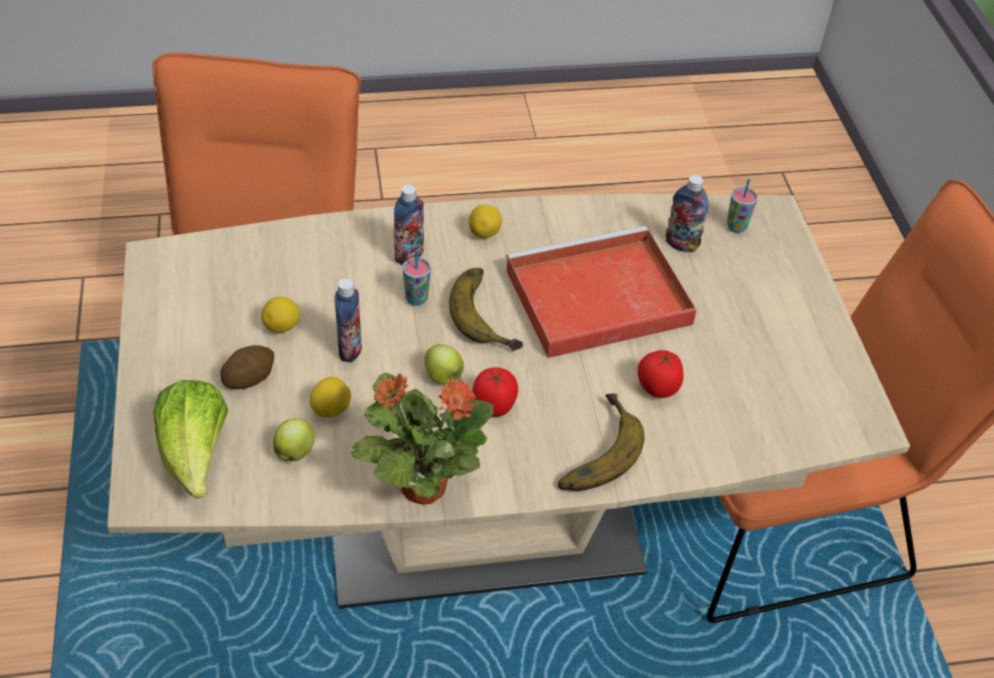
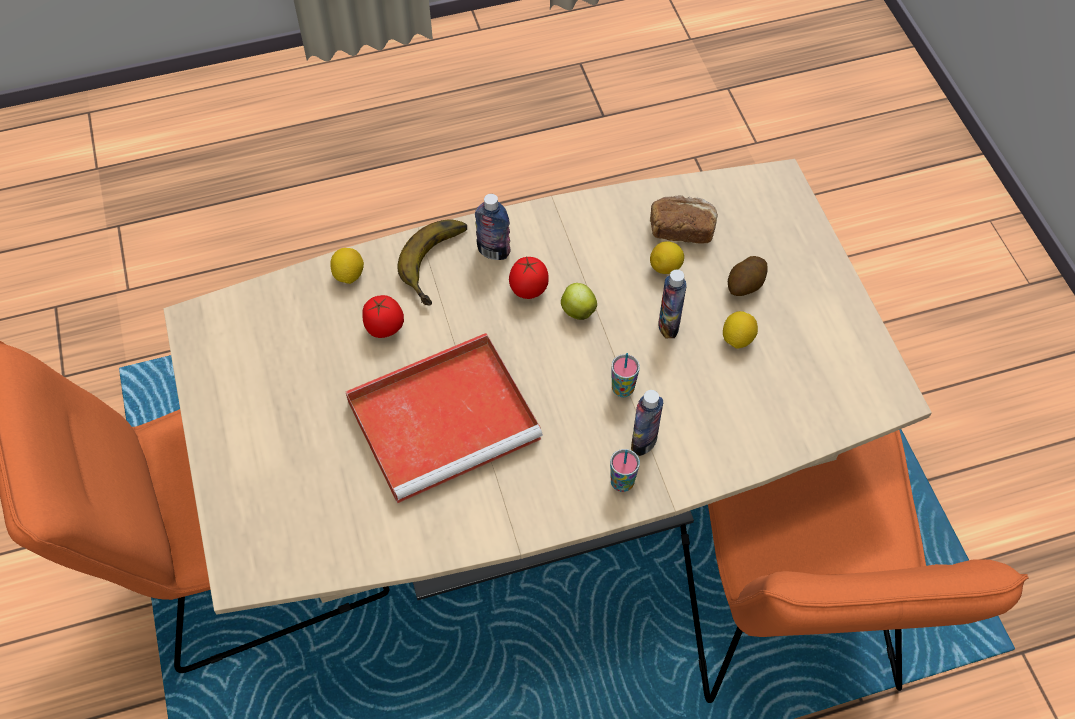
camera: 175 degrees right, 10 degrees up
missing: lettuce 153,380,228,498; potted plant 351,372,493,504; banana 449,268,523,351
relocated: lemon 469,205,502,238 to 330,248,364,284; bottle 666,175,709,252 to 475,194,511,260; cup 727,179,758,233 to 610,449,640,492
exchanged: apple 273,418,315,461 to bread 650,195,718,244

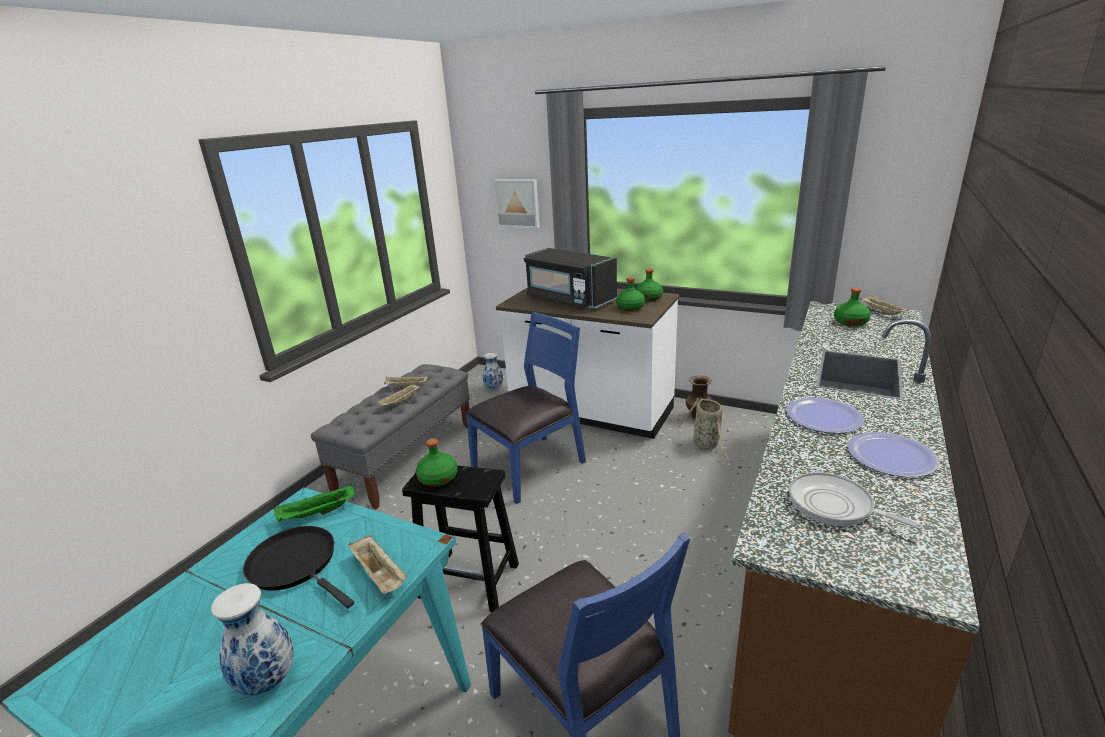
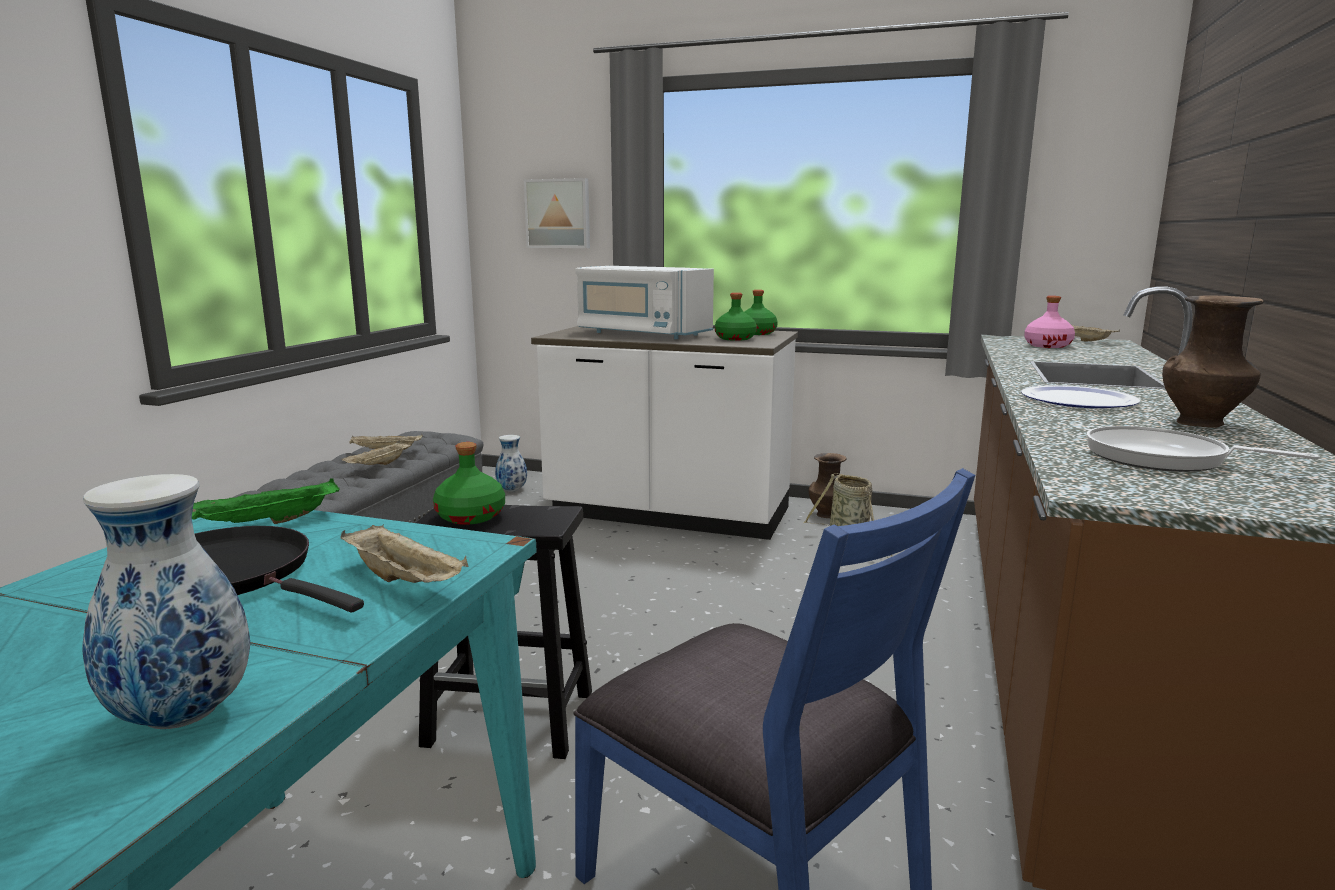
camera: 10 degrees left, 10 degrees down
missing: blue chair 466,312,586,504
exchanged: plate 847,432,940,477 to brown vase 1162,296,1264,428
colour: black microwave 524,248,617,309 to white microwave 575,266,714,339; green bottle 834,288,871,326 to pink bottle 1024,296,1075,348

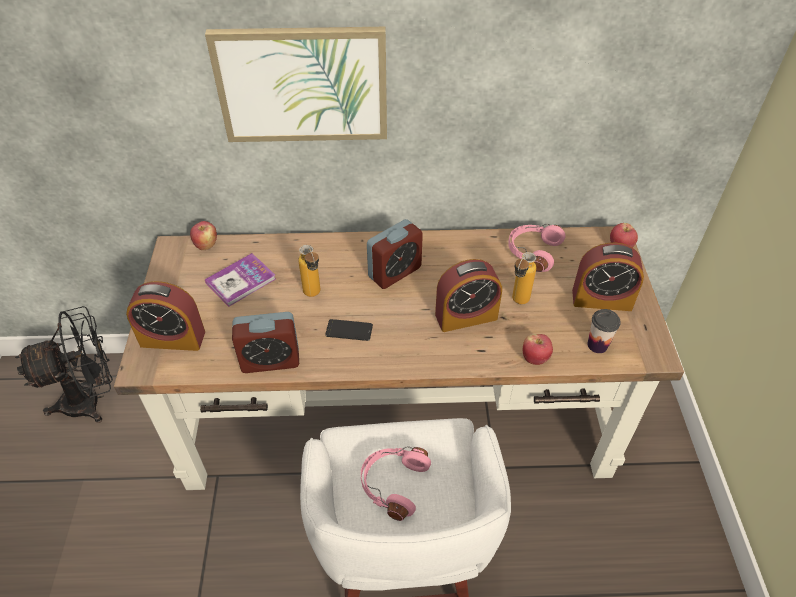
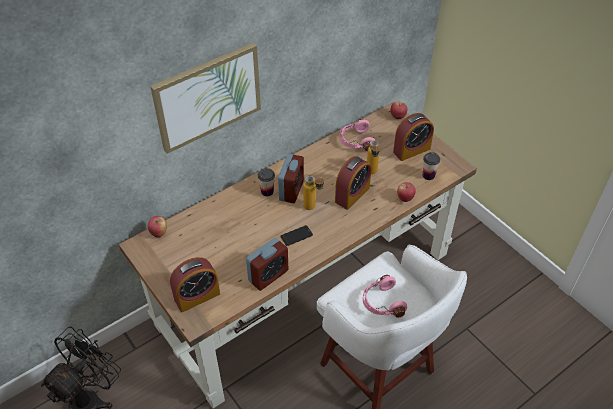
camera: 35 degrees left, 0 degrees up
missing: book 205,253,276,307
appeared: cup 258,168,275,196
relocated: bottle 298,245,320,297 to 303,176,324,210

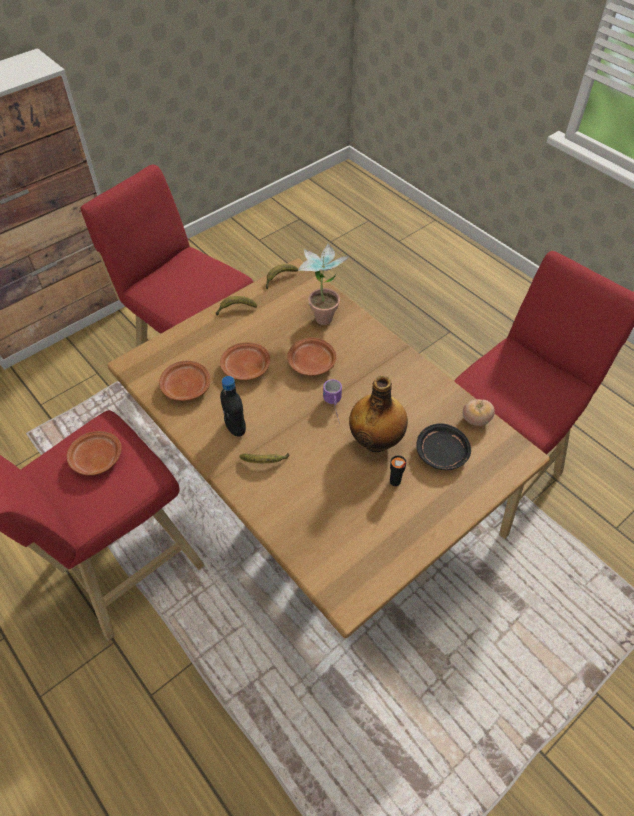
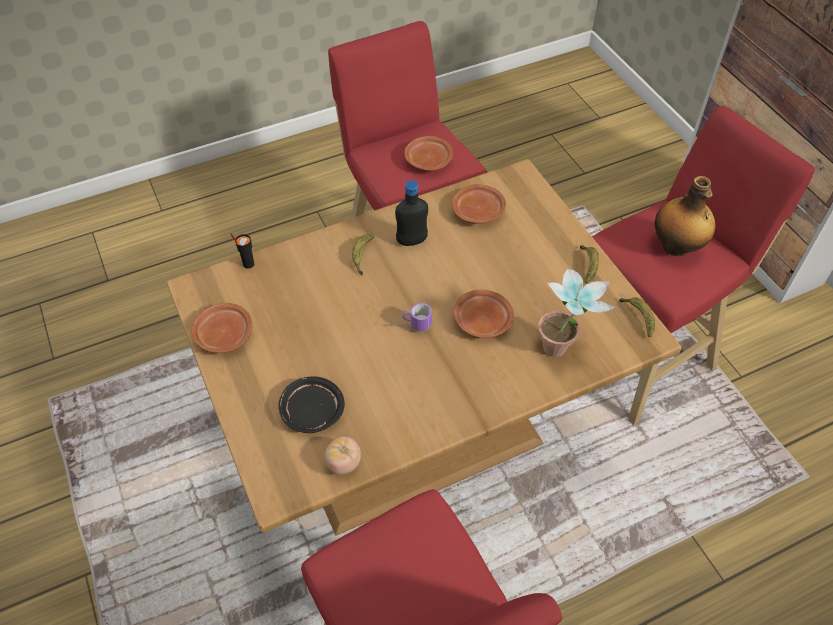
camera: 105 degrees right, 0 degrees up
relocated: brown plate 220,342,270,380 to 191,303,252,353; bottle 349,376,408,452 to 655,176,715,256; black cup 390,455,407,486 to 230,234,254,269

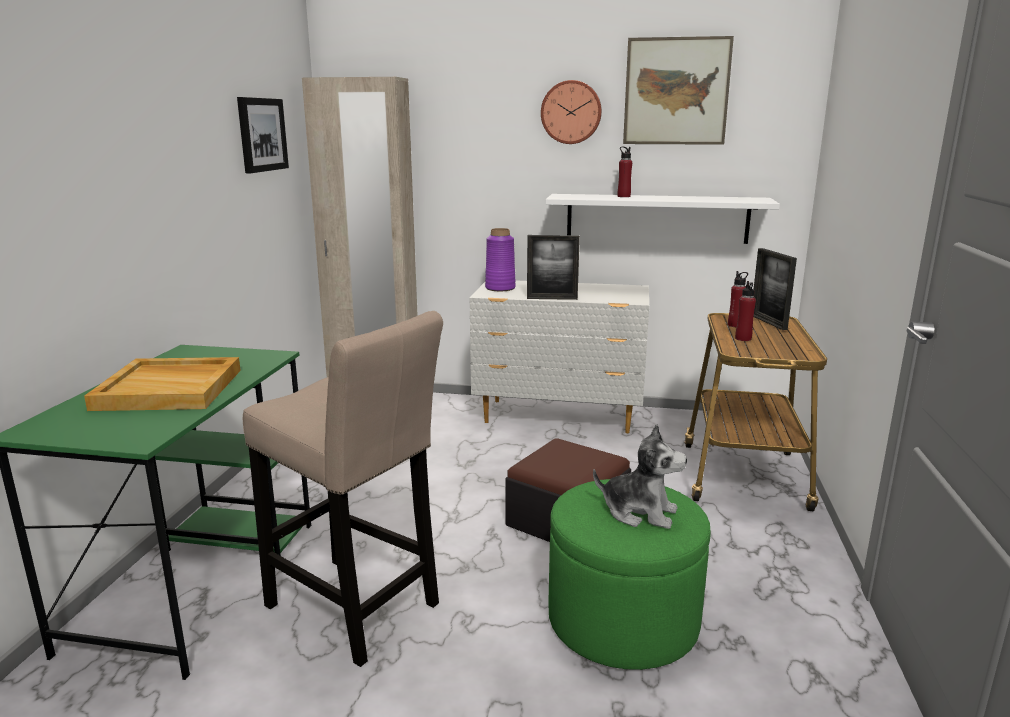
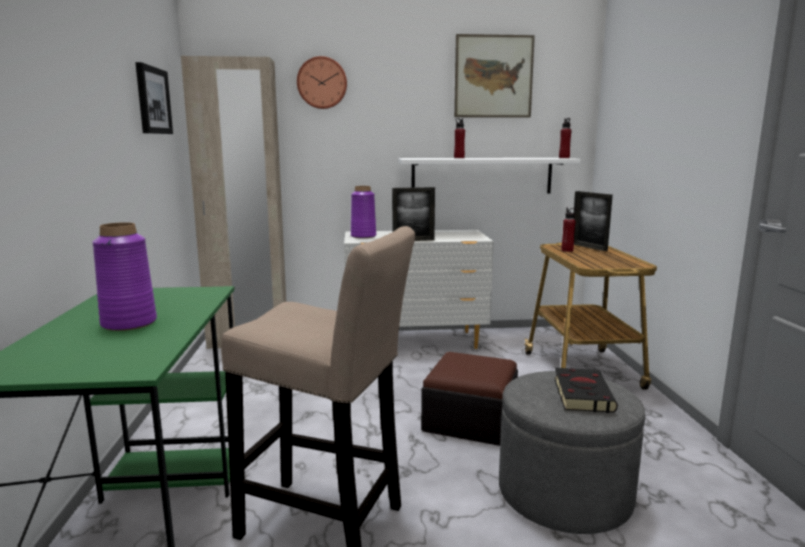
camera: 15 degrees left, 5 degrees down
relocated: wall clock 541,80,602,144 to 297,56,347,109; red bottle 735,281,756,341 to 559,118,571,158
exchanged: beige tray 84,357,241,411 to purple vase 92,222,157,331; plush toy 593,424,687,529 to black book 554,368,618,413
colour: green ottoman 549,479,711,670 to grey ottoman 499,371,645,534

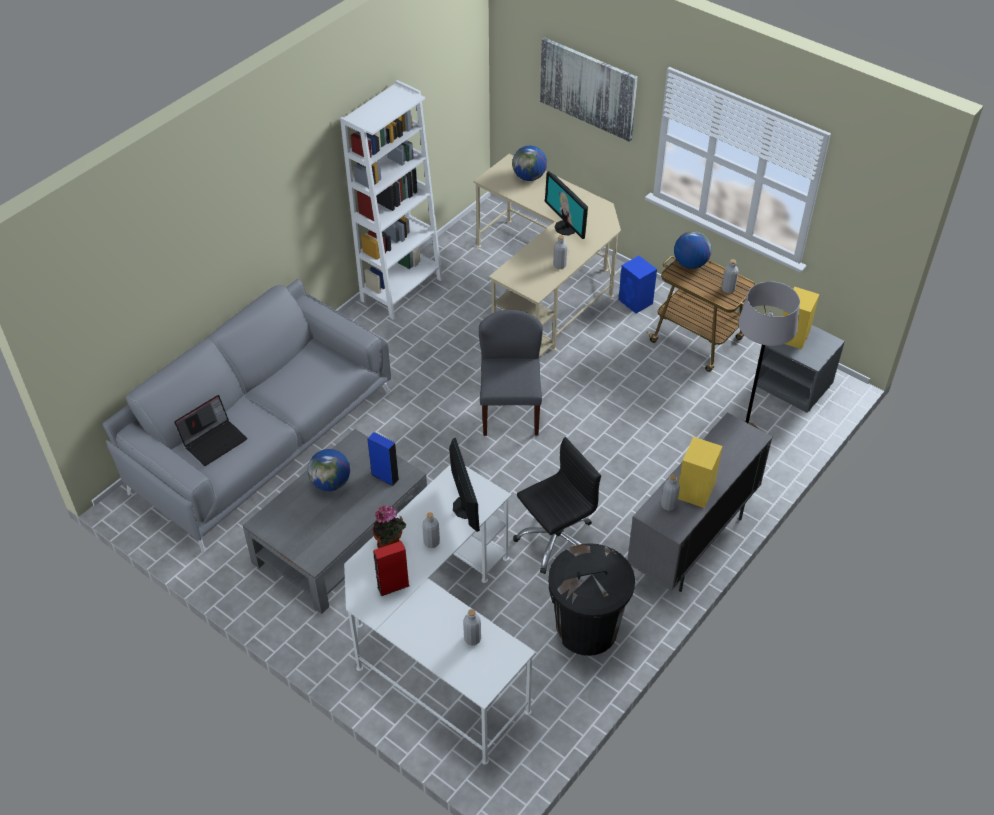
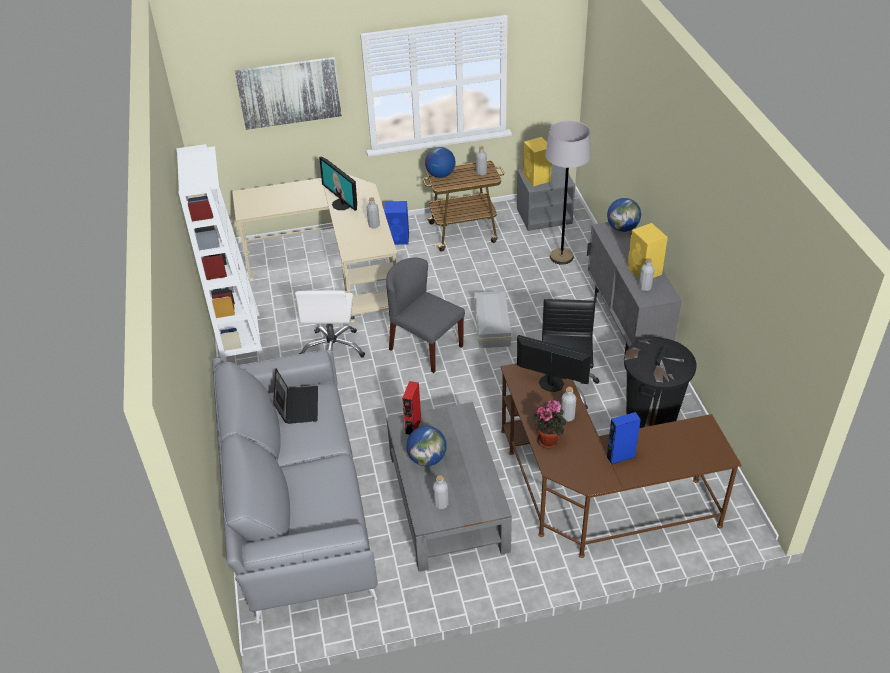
camera: 50 degrees left, 5 degrees down
appeared: white office chair 295,290,365,358; white storage box 474,291,512,348
relocated: laptop 174,395,247,466 to 273,369,318,424; blue speaker 367,432,399,486 to 606,412,641,465; red speaker 373,541,410,596 to 402,381,421,435; grey bottle 463,609,481,646 to 433,475,448,509; globe 512,146,547,181 to 607,198,641,232
colour: white desk 344,464,536,765 to brown desk 500,363,741,558
spun: monitor 545,171,588,239 = 319,156,357,211 45 degrees clockwise

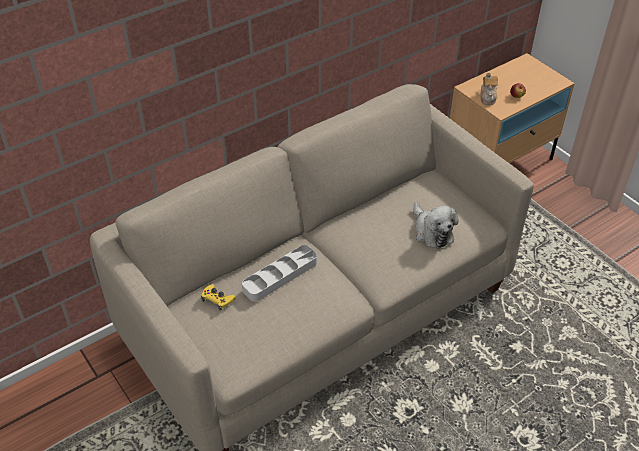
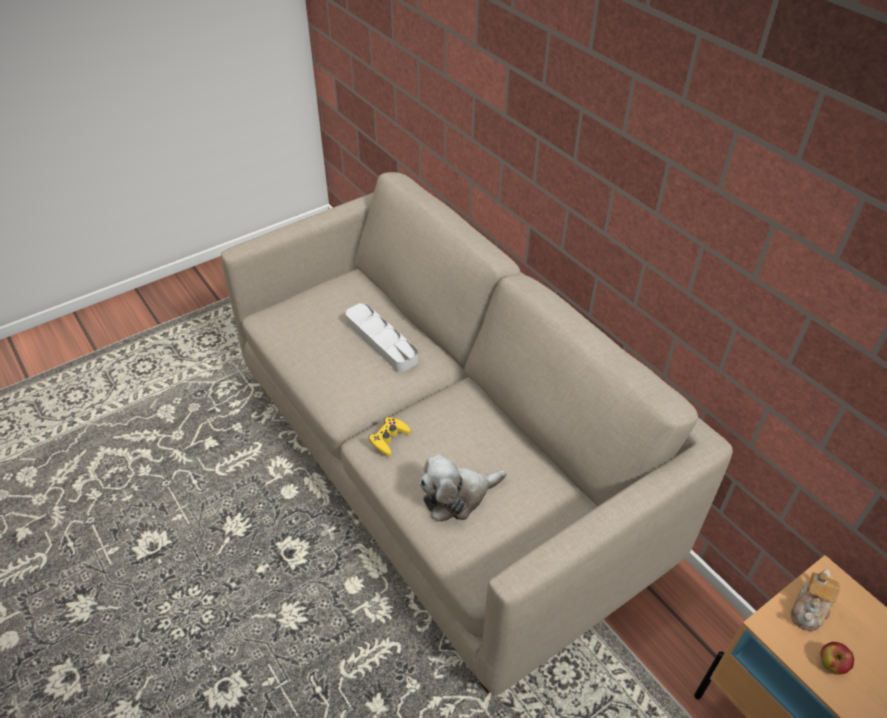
camera: 90 degrees right, 0 degrees up
relocated: yellow game controller 201,284,235,311 to 368,417,411,456
spun: teapot 480,72,498,105 = 791,569,841,631 60 degrees counterclockwise

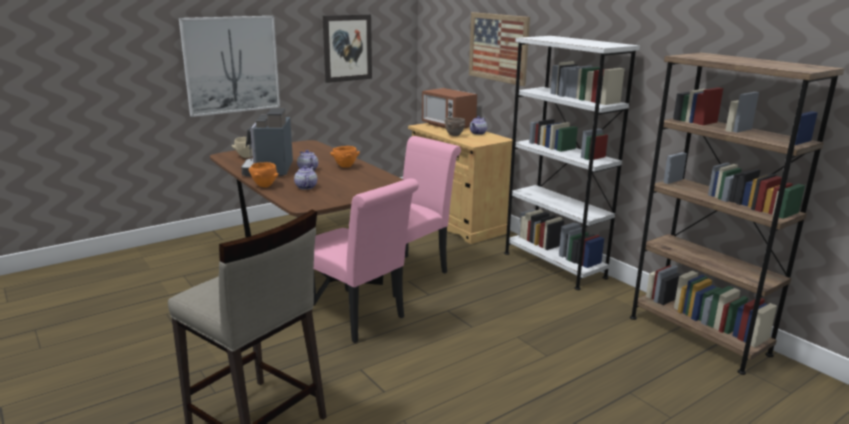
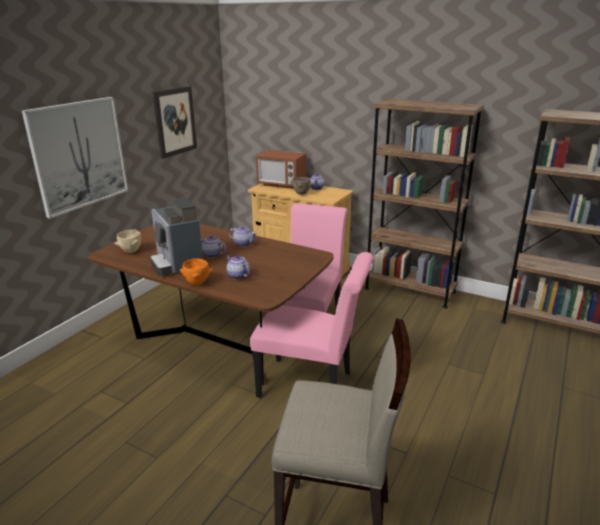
camera: 25 degrees left, 5 degrees up
missing: picture 469,12,530,86
exchanged: orange bowl 330,146,360,168 to teapot 228,226,257,247
colour: white bookcase 504,36,640,290 to brown bookcase 365,99,484,309

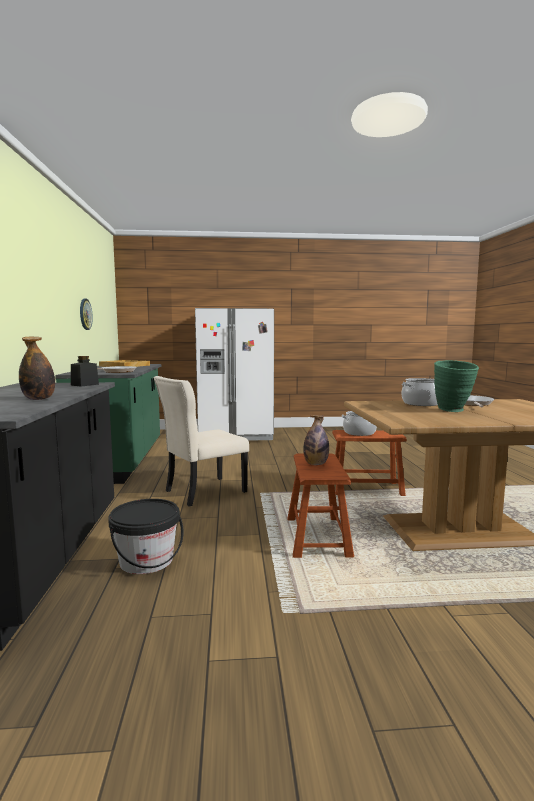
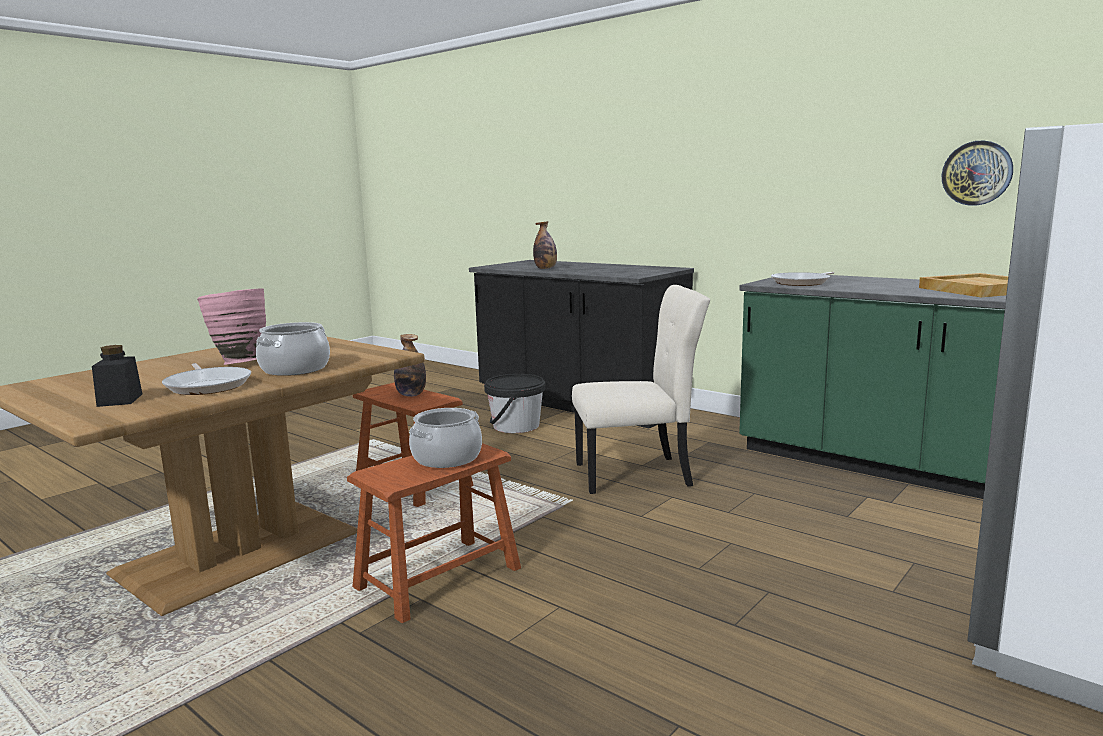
camera: 135 degrees right, 5 degrees up
relocated: black jar 71,356,99,386 to 92,345,142,407
colour: green vase 434,360,479,412 to pink vase 197,288,266,365
spun: beige chair 153,376,249,506 = 572,285,710,494 75 degrees clockwise

